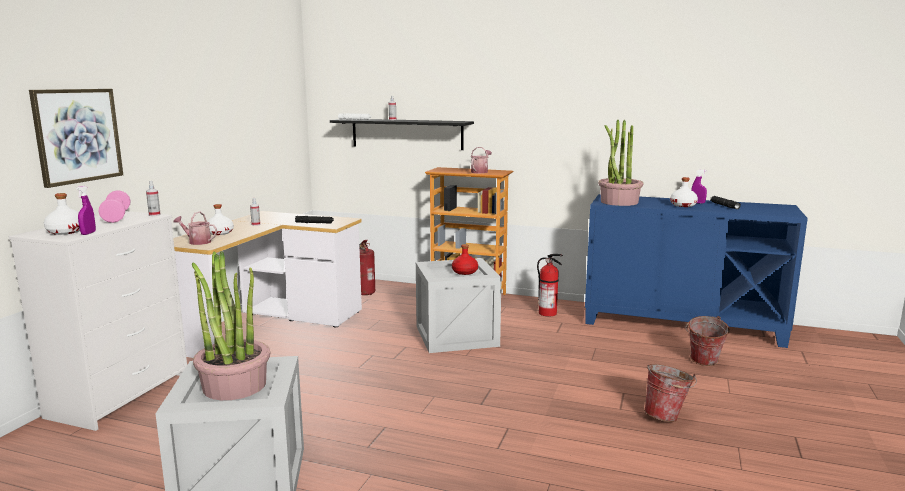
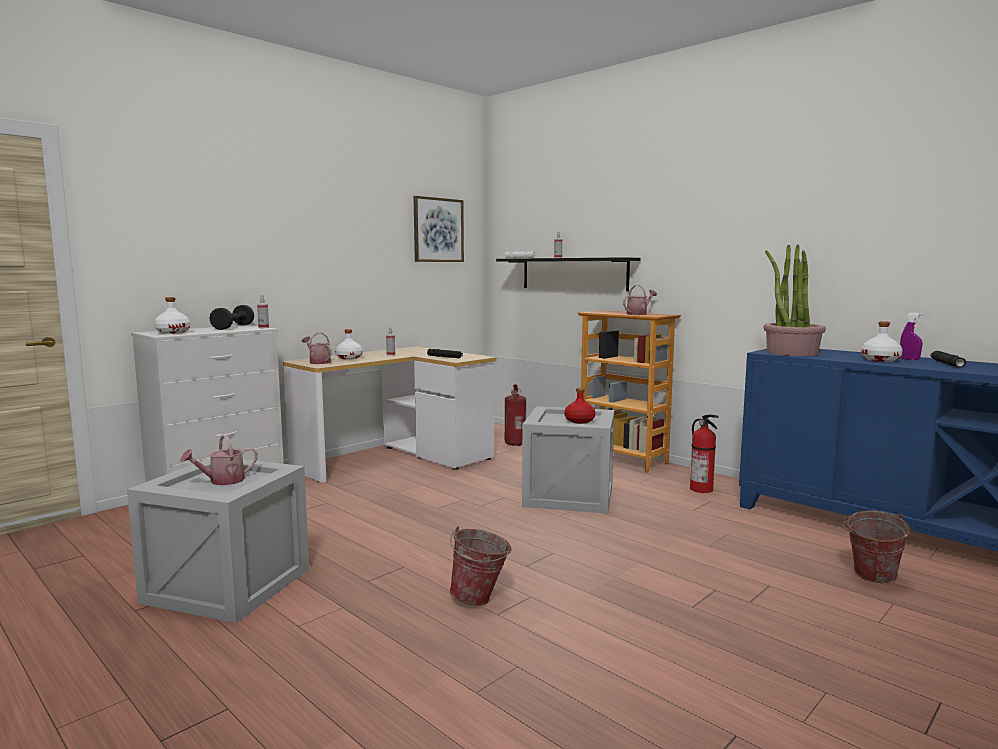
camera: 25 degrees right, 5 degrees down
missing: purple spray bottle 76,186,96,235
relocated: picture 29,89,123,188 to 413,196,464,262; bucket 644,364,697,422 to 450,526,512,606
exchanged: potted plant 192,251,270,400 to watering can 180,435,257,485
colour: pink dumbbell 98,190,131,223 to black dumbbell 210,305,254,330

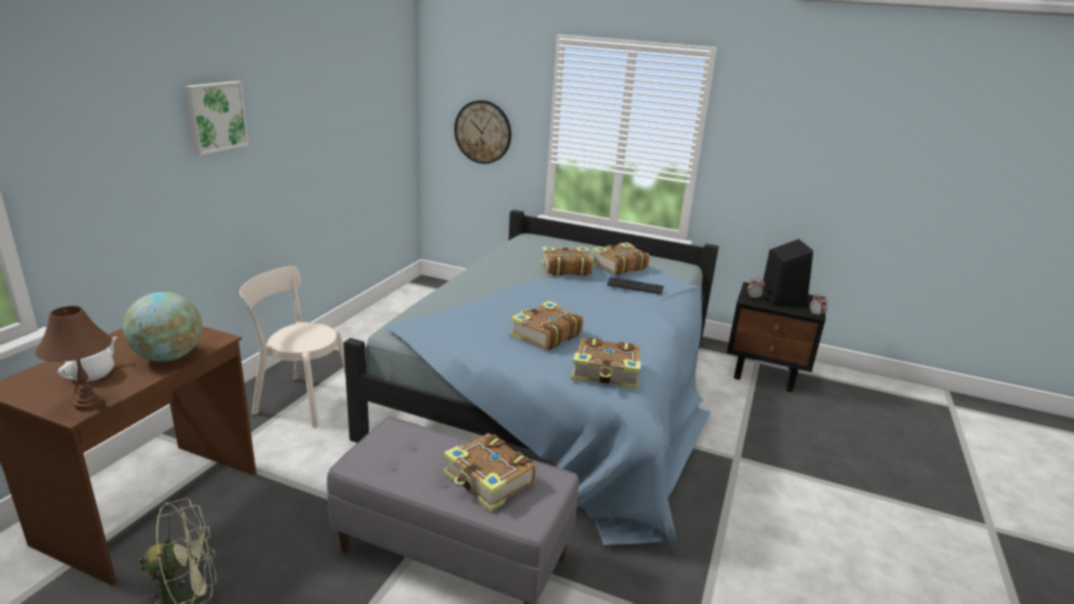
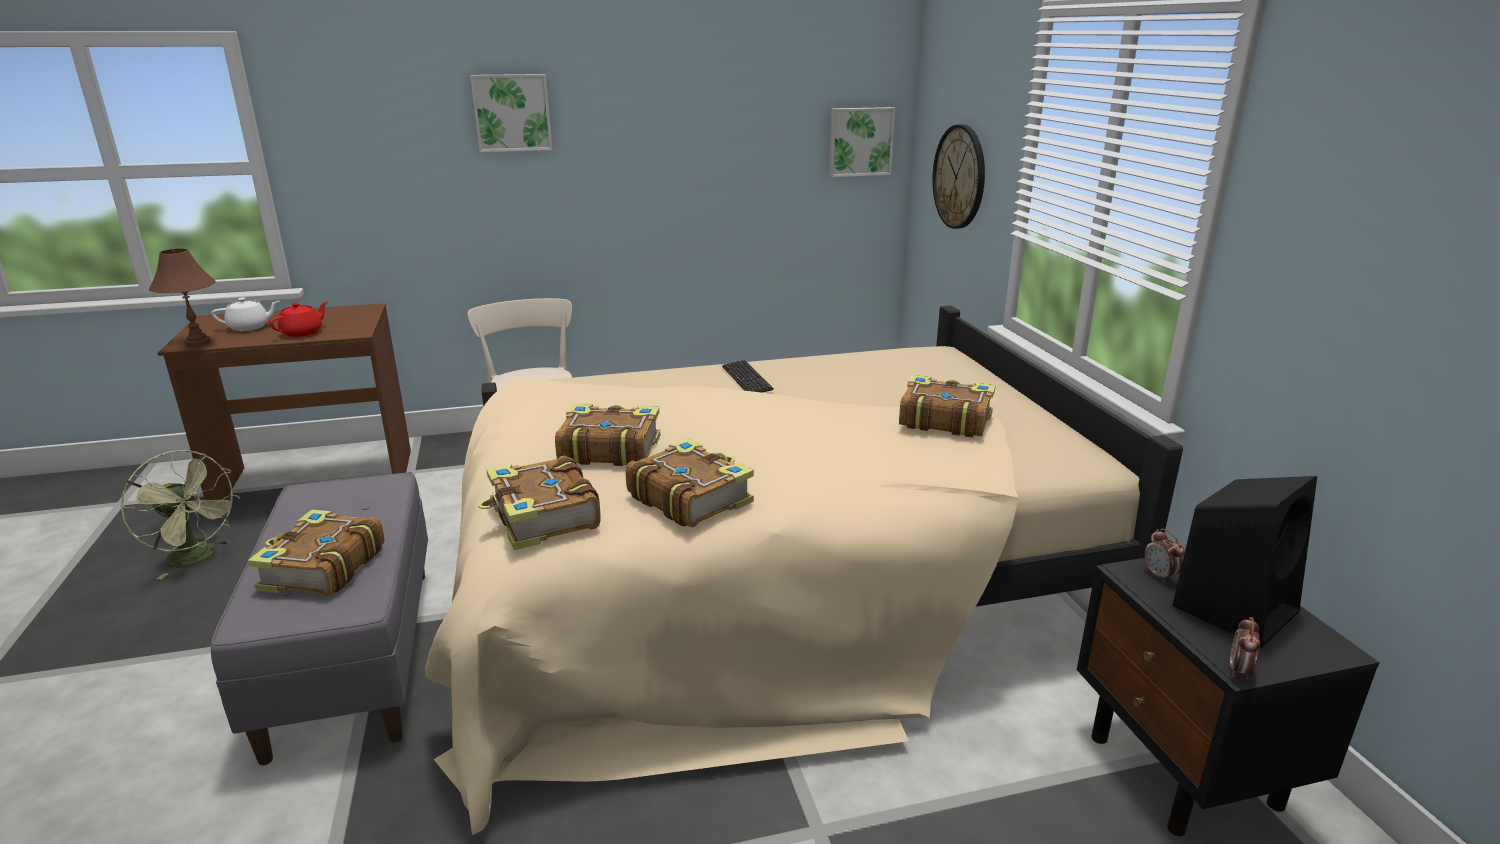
camera: 55 degrees right, 0 degrees up
appeared: picture 829,107,895,177
relocated: book 542,246,593,276 to 626,438,754,528; keyboard 607,277,664,295 to 722,360,774,393
exchanged: globe 123,292,202,361 to red teapot 269,302,327,337
colour: blue bed 344,210,719,548 to beige bed 425,306,1183,835

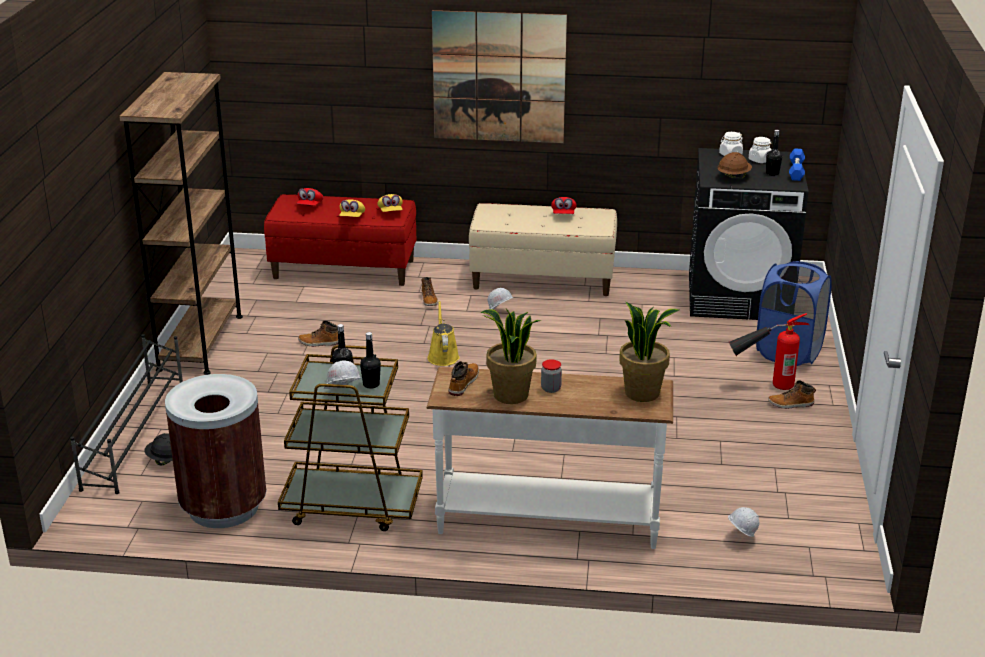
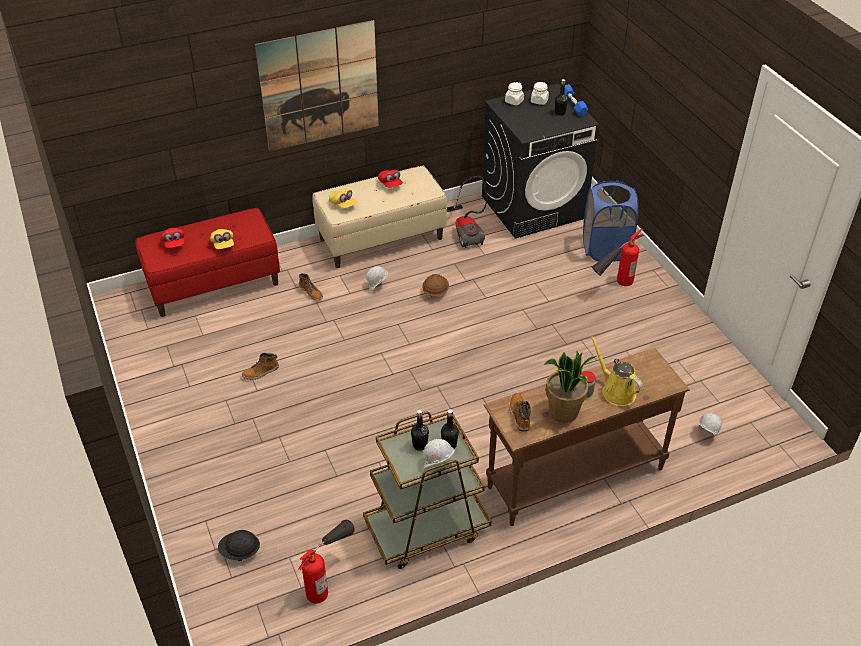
camera: 30 degrees left, 15 degrees up
missing: black shoe rack 70,334,183,494; brown bookcase 119,72,243,375; potted plant 619,302,679,402; boot 768,380,816,409
appeared: vacuum cleaner 447,176,488,248
relocated: yellow cap 377,194,403,212 to 329,189,357,208; yellow watering can 428,301,460,366 to 591,336,644,406; brown hard hat 718,152,752,179 to 422,274,449,297
exchanged: brown trash can 165,374,267,528 to fire extinguisher 298,520,355,604
colour: white console table 426,367,673,549 to brown console table 484,348,690,526

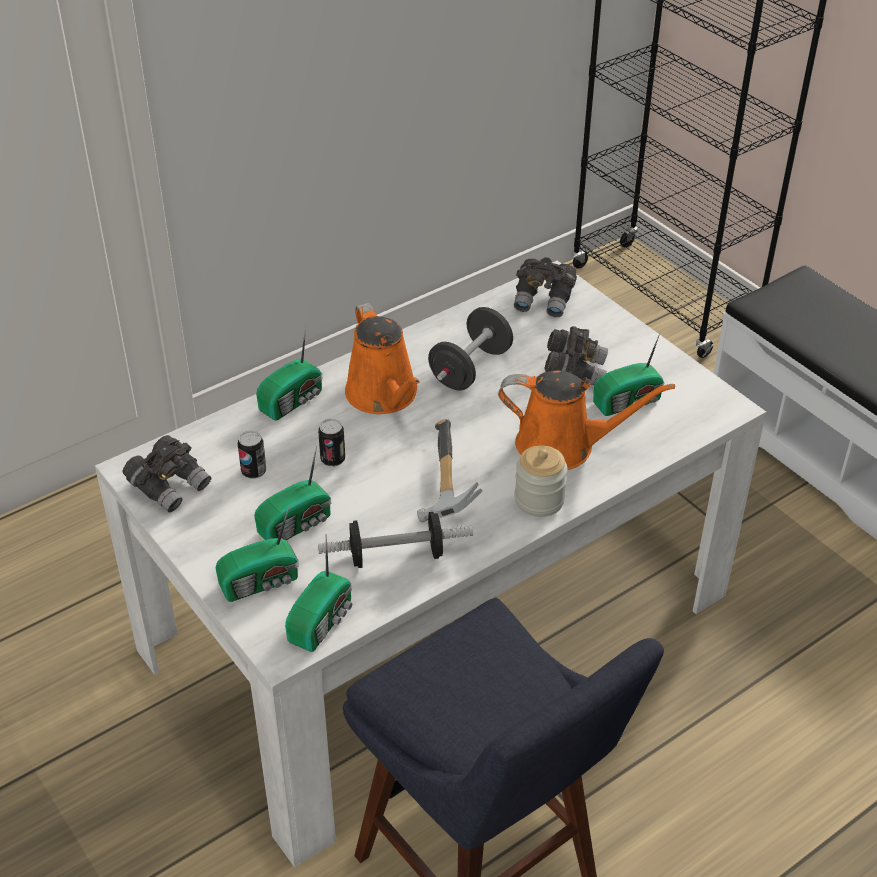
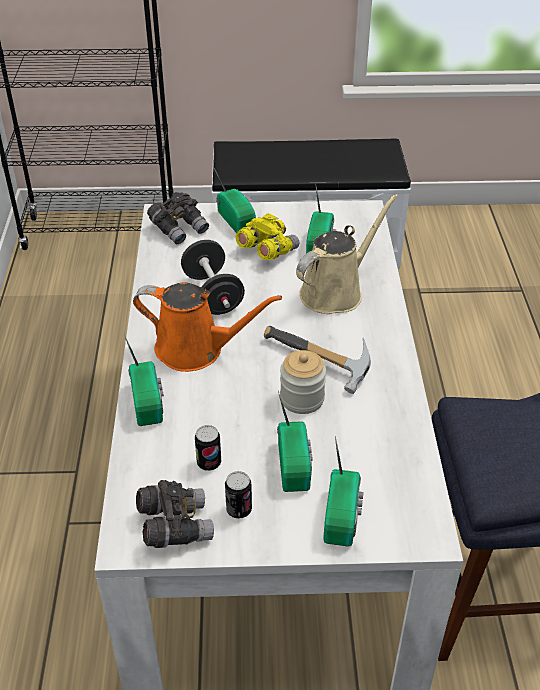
camera: 55 degrees left, 0 degrees up
missing: dumbbell 318,512,473,568
relocated: radio 285,534,352,652 to 213,167,256,233; can 318,419,345,467 to 225,471,252,519; jar 515,445,568,517 to 280,350,326,414
colour: orange watering can 498,370,675,470 to beige watering can 296,194,398,314; grey binoculars 544,326,608,386 to yellow binoculars 236,213,300,260

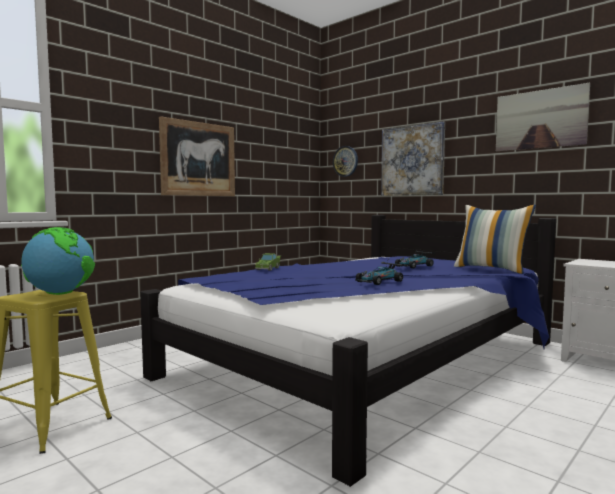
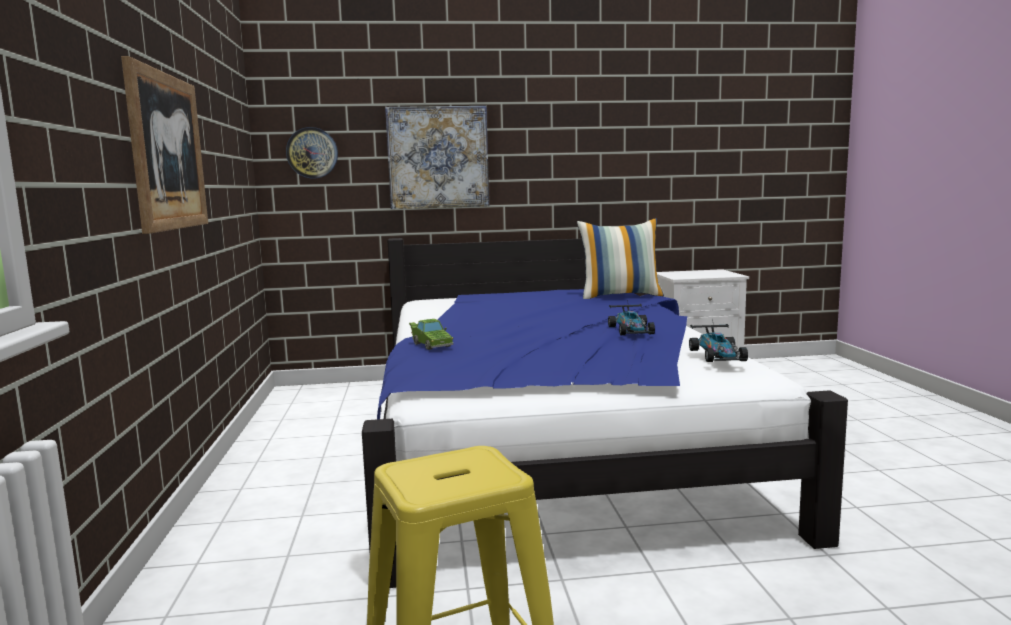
camera: 50 degrees left, 5 degrees up
missing: globe 21,227,95,295; picture 496,83,590,151
relocated: toy car 395,250,435,269 to 689,319,748,362

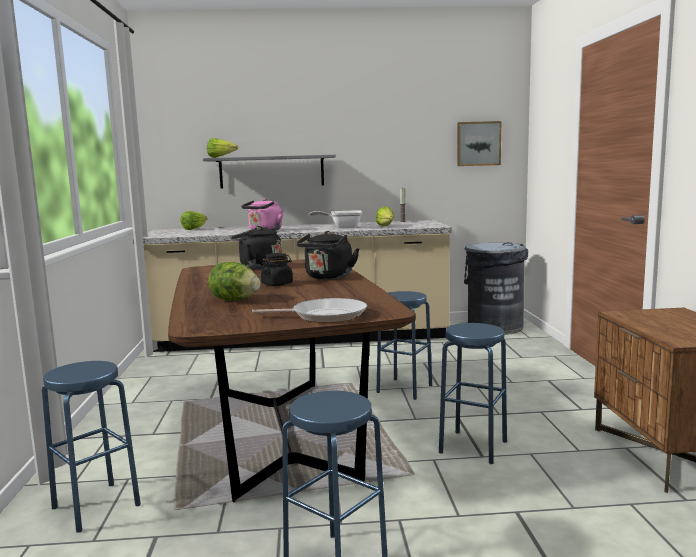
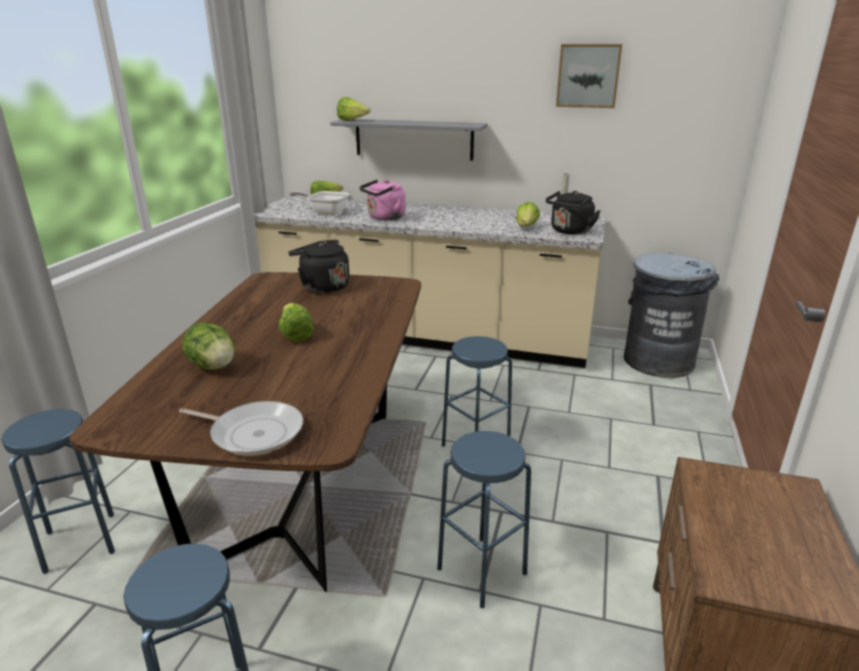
camera: 20 degrees right, 15 degrees up
relocated: black kettle 296,231,359,279 to 546,191,600,235; frying pan 309,210,362,228 to 289,191,349,215; picture 457,121,501,166 to 556,44,622,108
exchanged: black jar 261,253,293,286 to lettuce 278,303,314,342

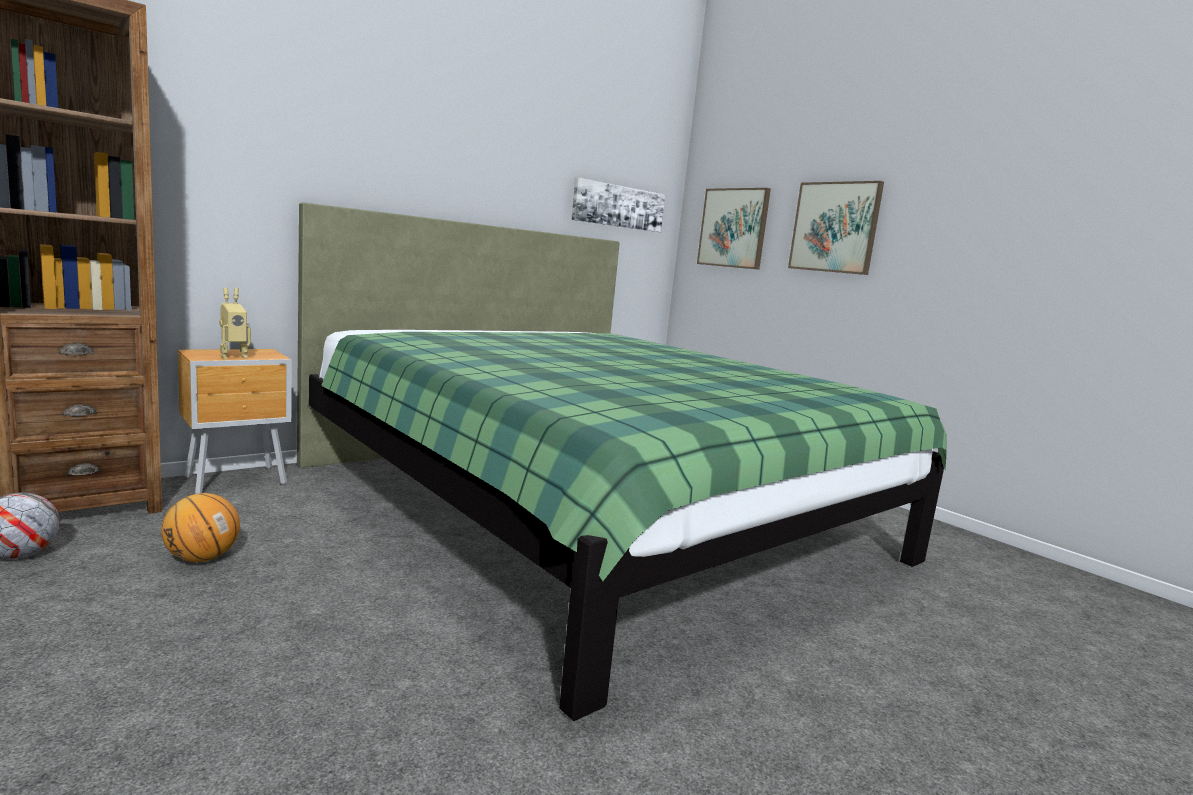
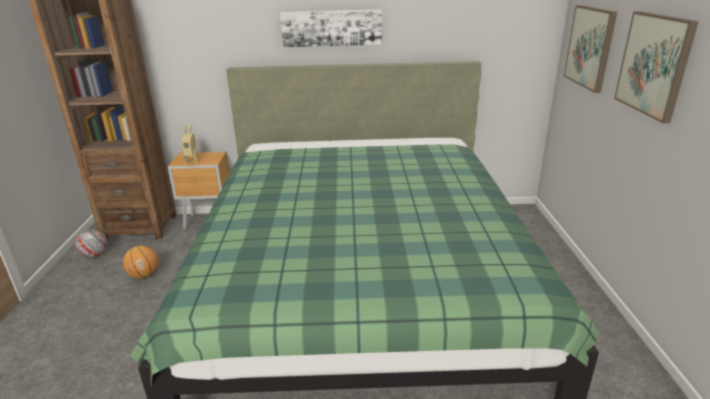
camera: 40 degrees right, 15 degrees up
relocated: picture 572,178,665,232 to 280,9,382,47

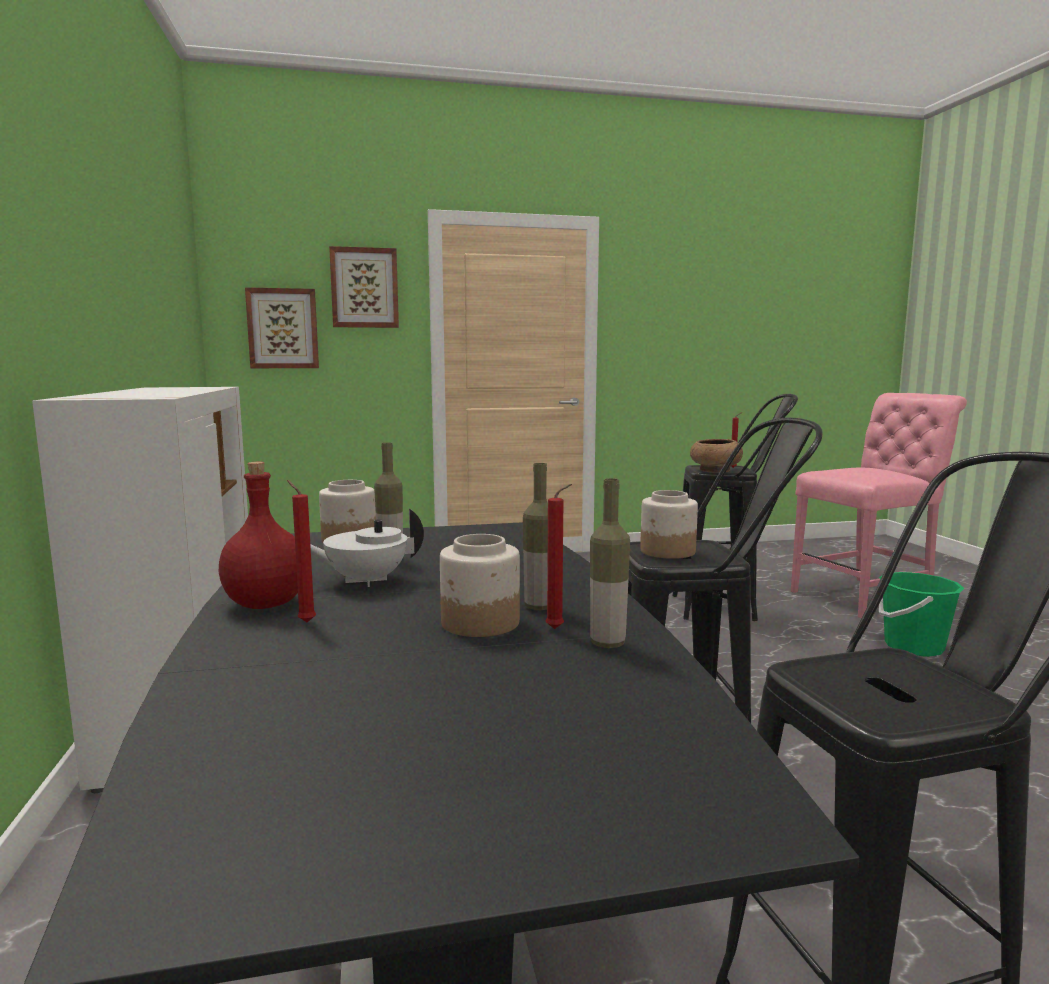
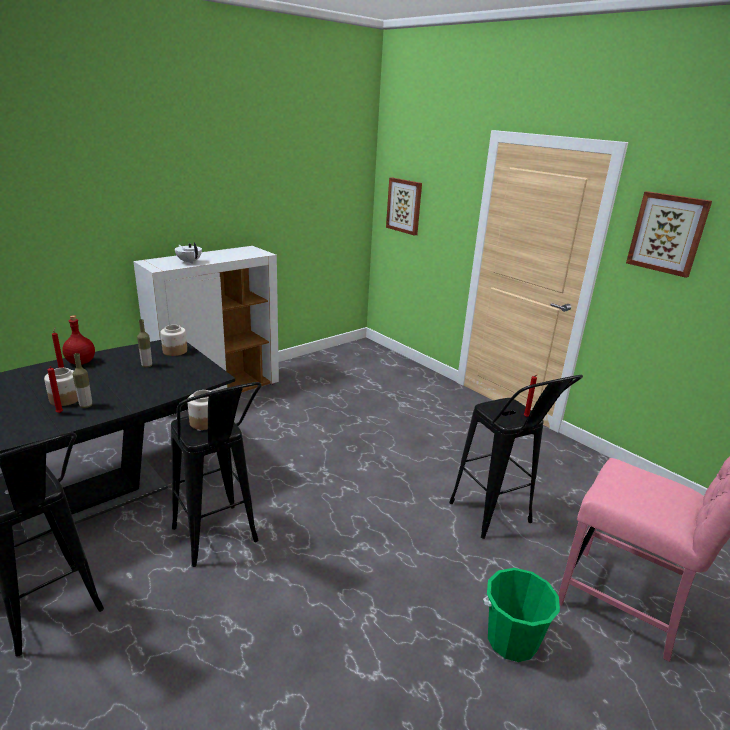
camera: 60 degrees right, 15 degrees up
missing: bottle 590,478,630,648; brown bowl 690,439,743,473
relocated: white teapot 310,508,424,587 to 175,242,202,264; picture 329,246,399,328 to 626,191,712,278

